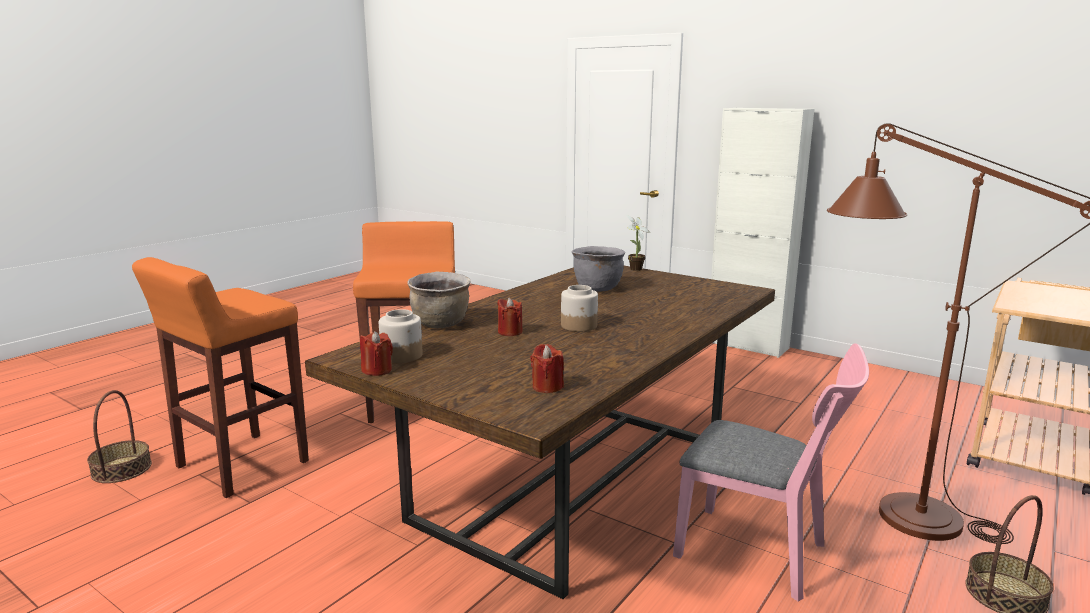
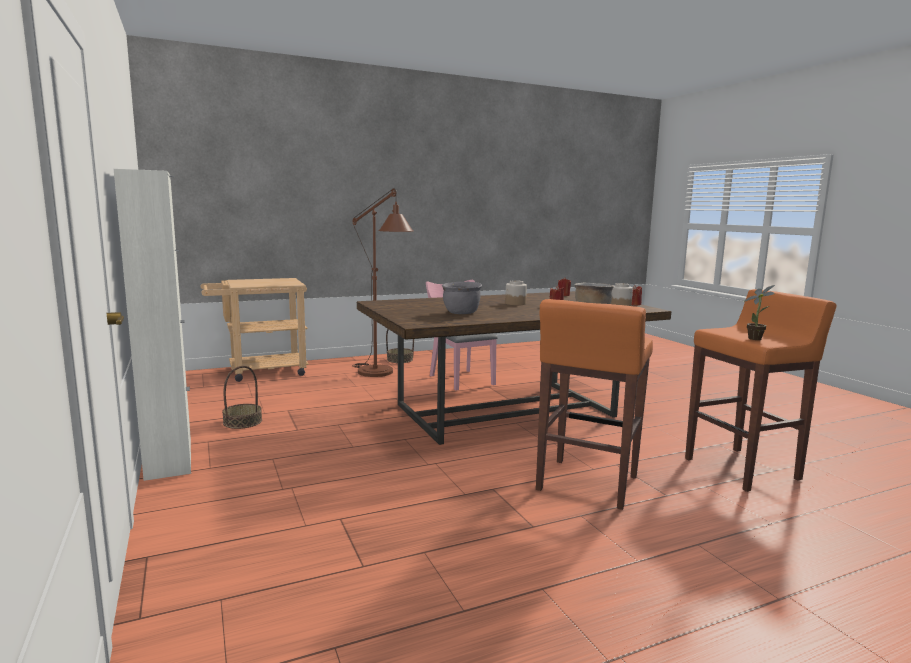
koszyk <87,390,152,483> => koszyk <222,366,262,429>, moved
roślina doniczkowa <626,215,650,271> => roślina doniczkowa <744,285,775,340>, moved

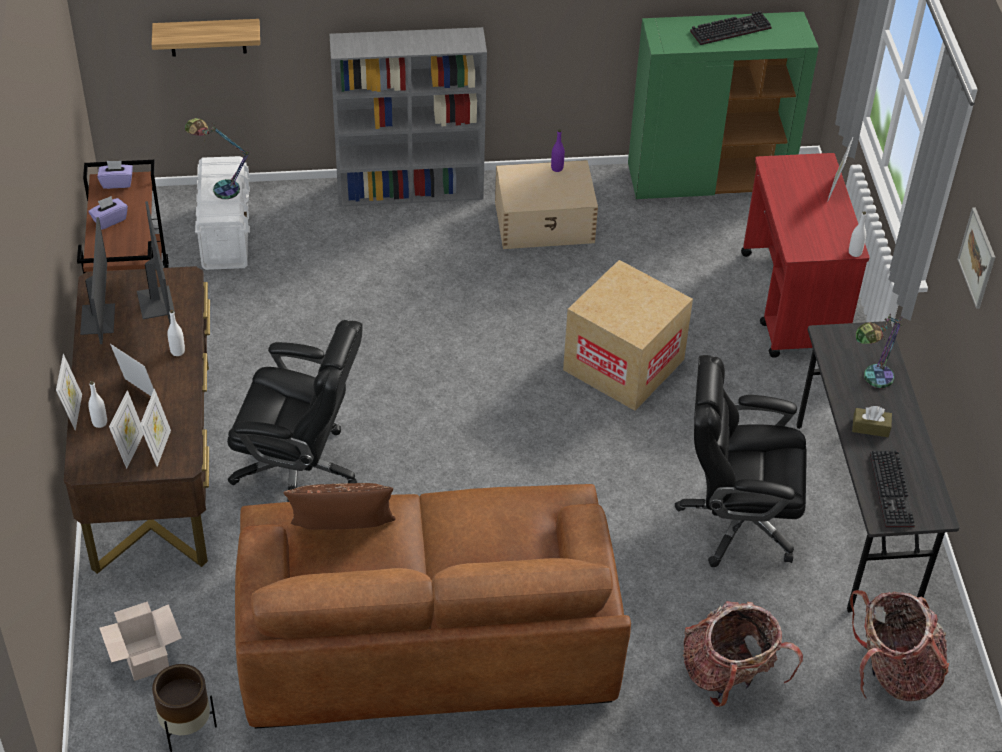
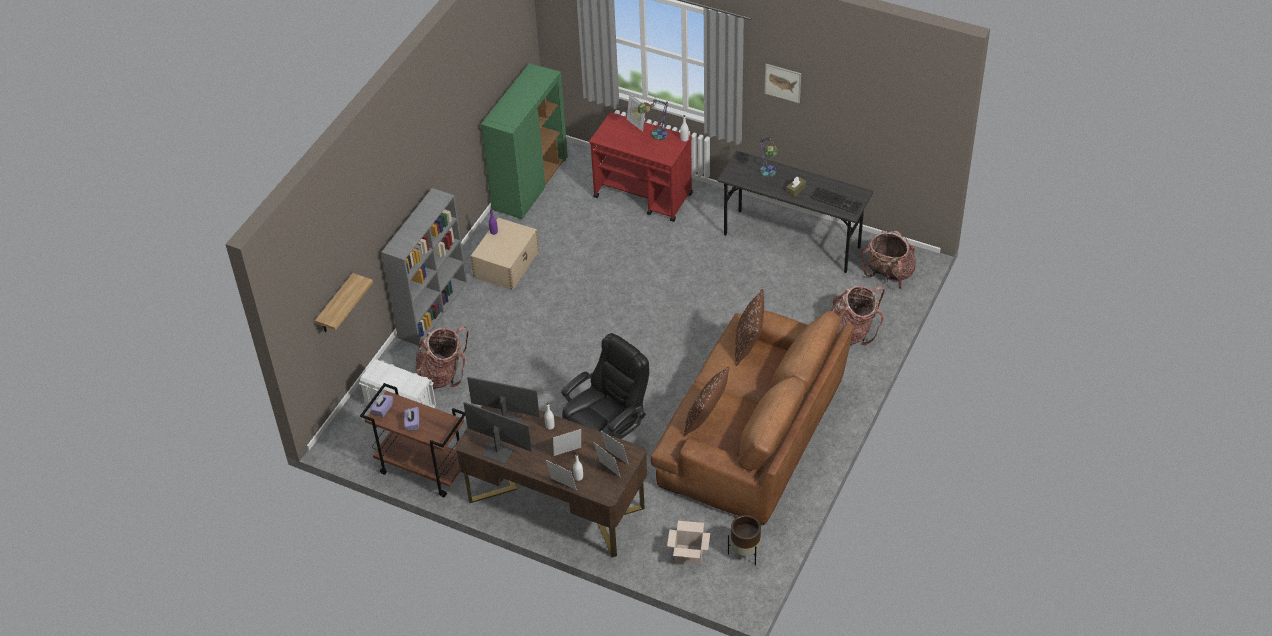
nothing => plecak <416,326,469,389>
lampa stołowa <185,118,250,199> => lampa stołowa <638,97,669,140>, moved
nothing => poduszka/brązowy <735,289,764,366>
karton <563,260,693,411> => nothing
krzesło biurowe/czarny <675,355,807,567> => nothing
klawiatura <690,11,772,45> => nothing

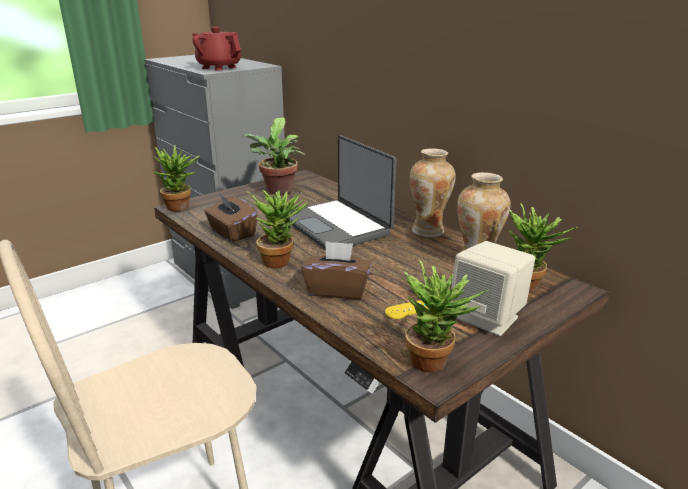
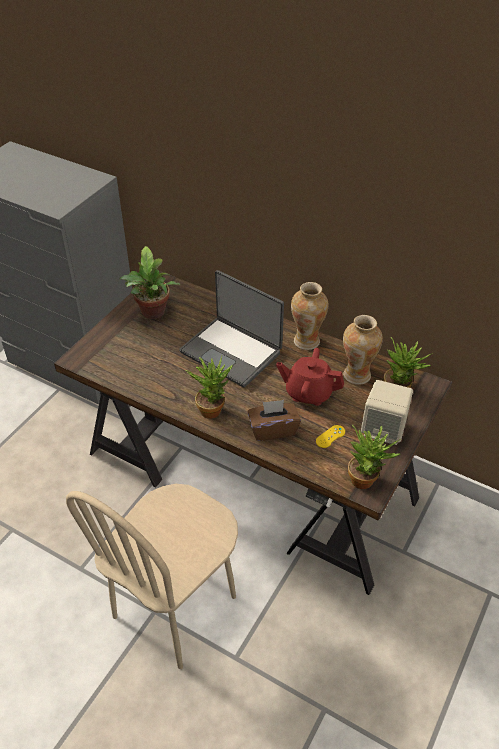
imbryk/czerwony <192,27,241,71> => imbryk/czerwony <276,348,344,406>, moved
roślina doniczkowa <152,145,201,211> => nothing
pudełko chusteczek/brązowy <204,193,258,242> => nothing

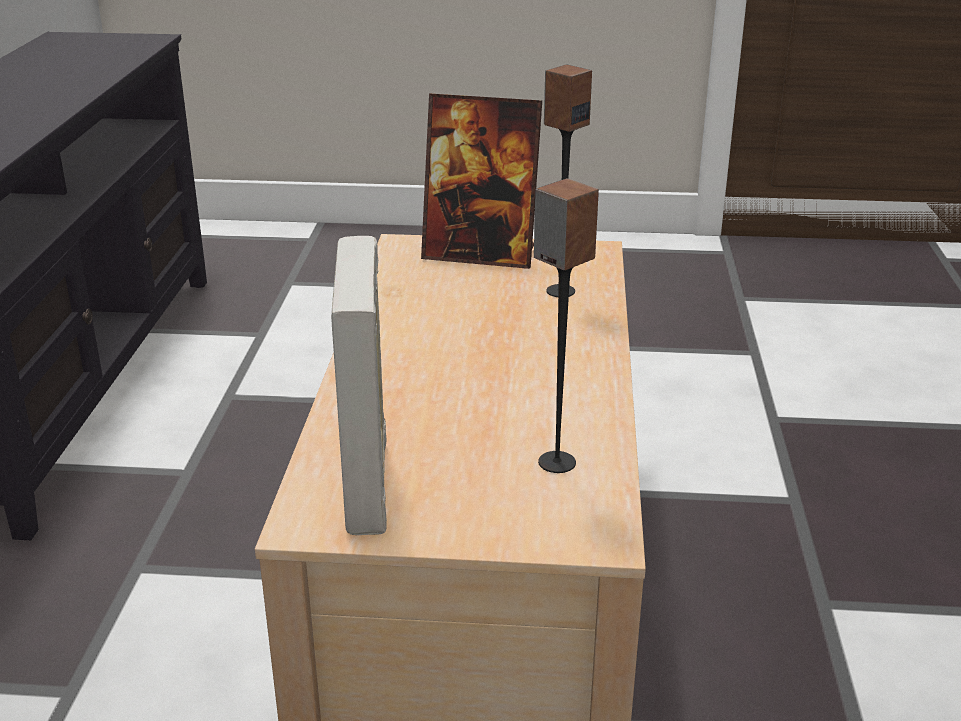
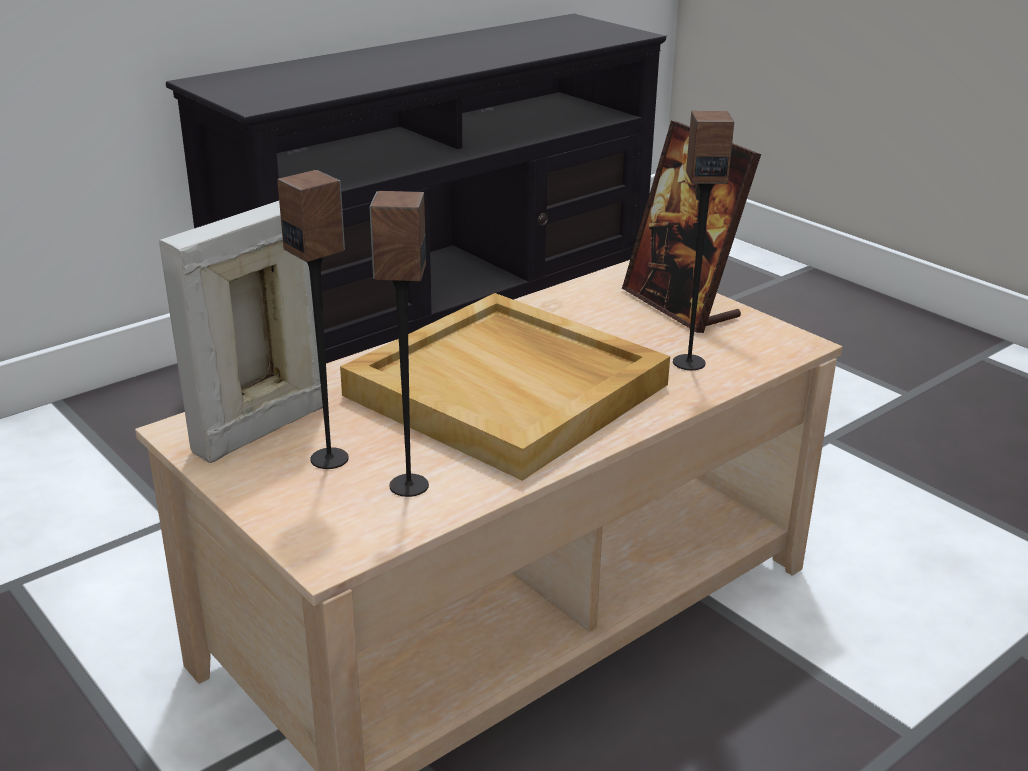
nothing => głośnik <277,170,349,469>
nothing => taca/beżowy <340,293,670,481>

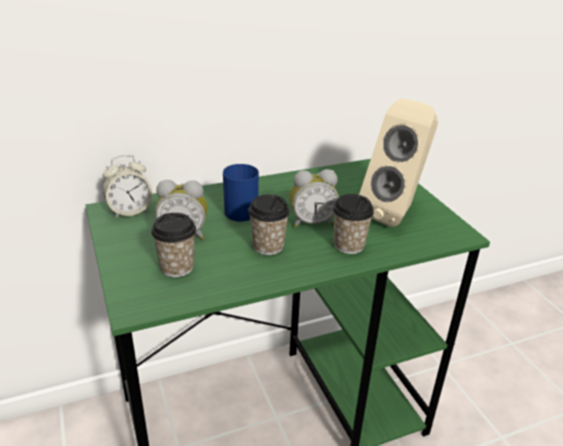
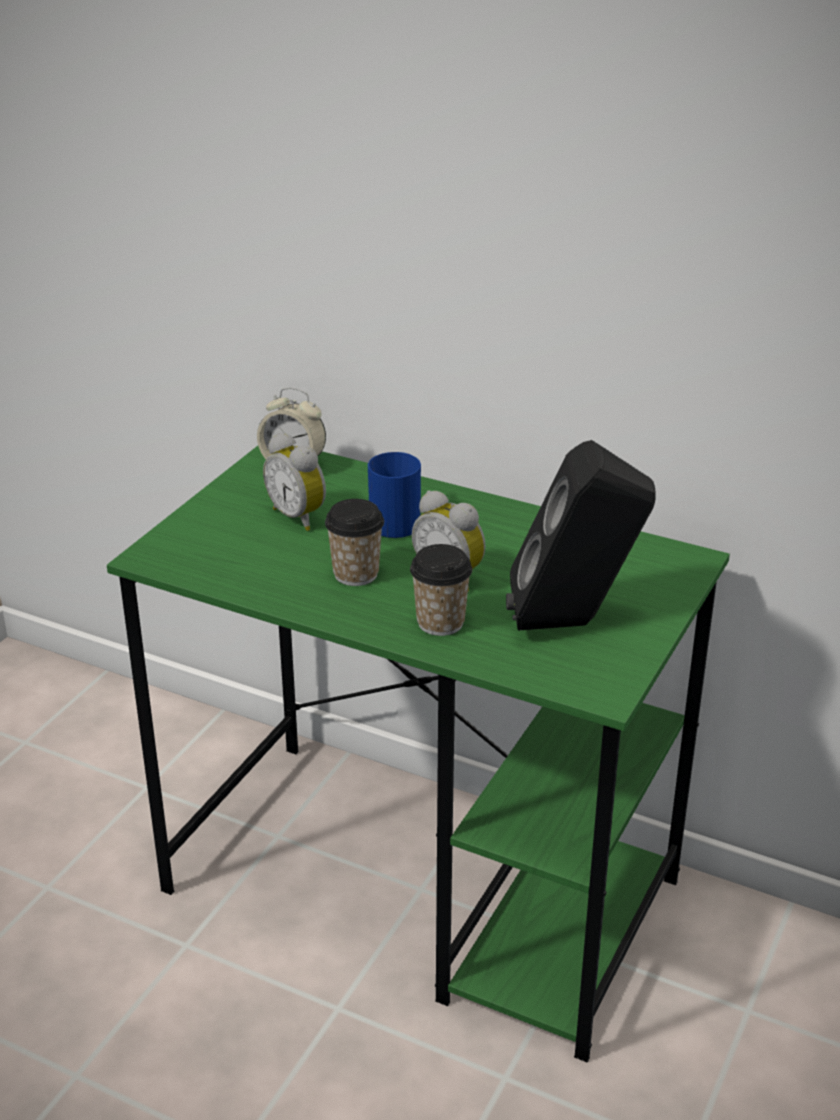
głośnik/beżowy <359,98,438,227> => głośnik/czarny <506,440,656,630>
filiżanka <151,213,196,277> => nothing

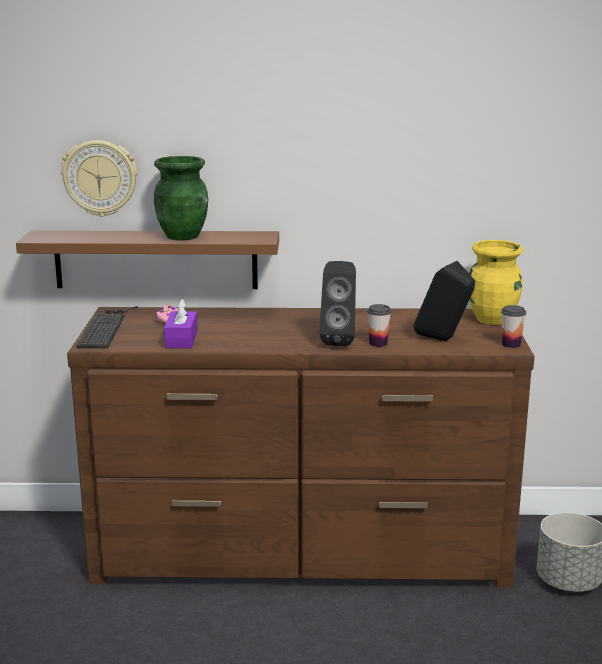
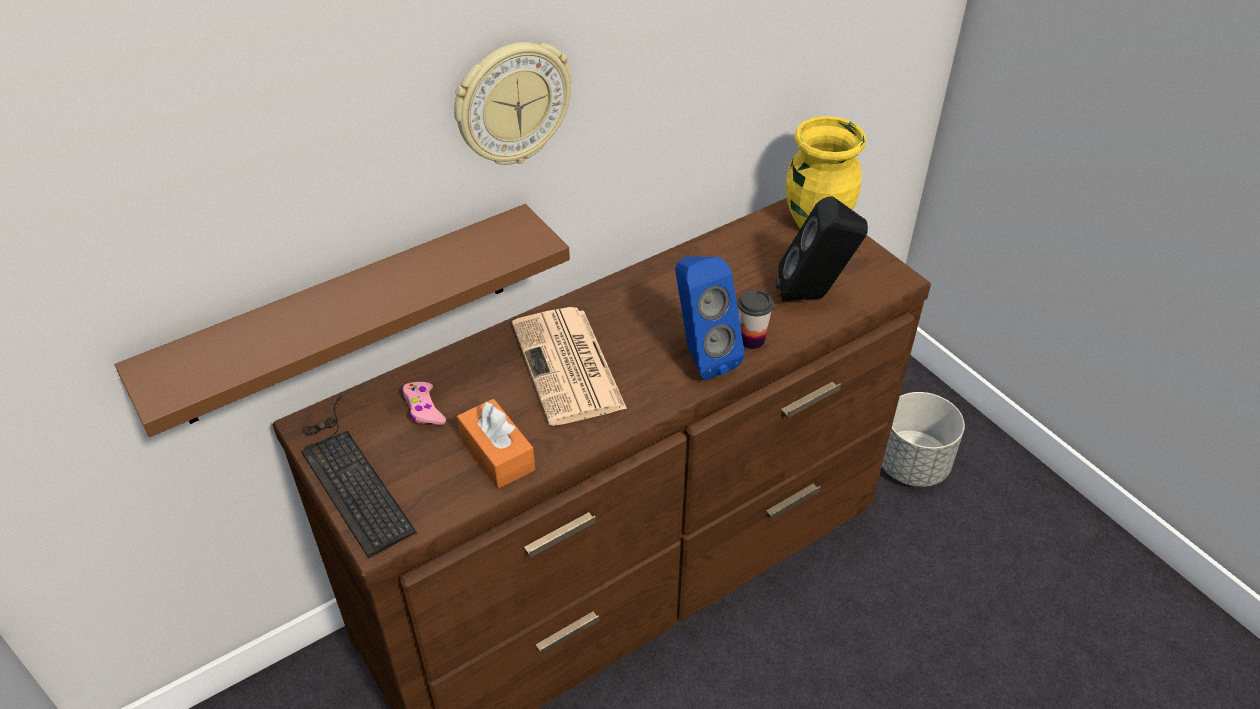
zegar ścienny <61,140,137,217> => zegar ścienny <454,42,572,165>, moved
pudełko chusteczek/fioletowy <164,299,198,348> => pudełko chusteczek/pomarańczowy <457,399,535,489>
nothing => gazeta <512,307,627,426>
głośnik/czarny <319,261,356,346> => głośnik/niebieski <675,256,745,380>
wazon/zielony <154,156,208,240> => nothing
filiżanka <501,305,526,348> => nothing

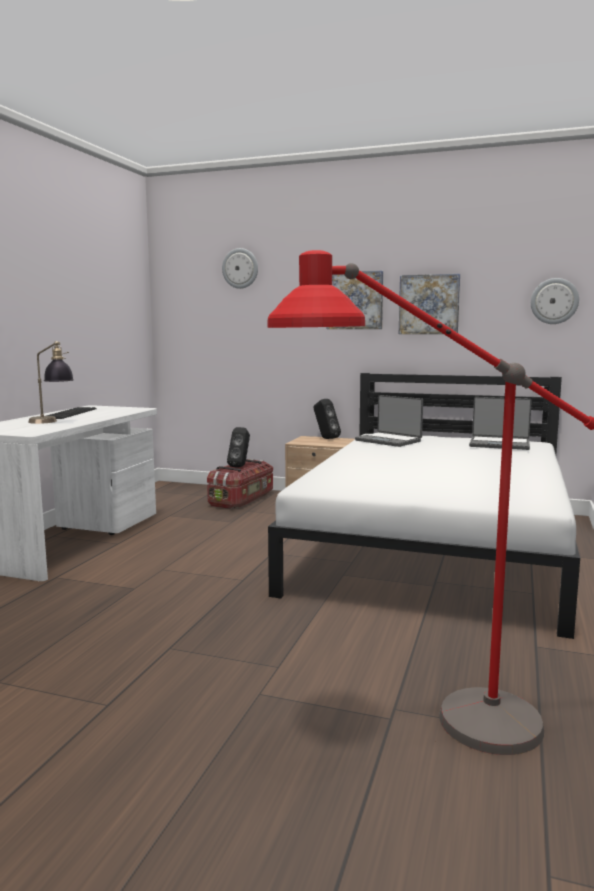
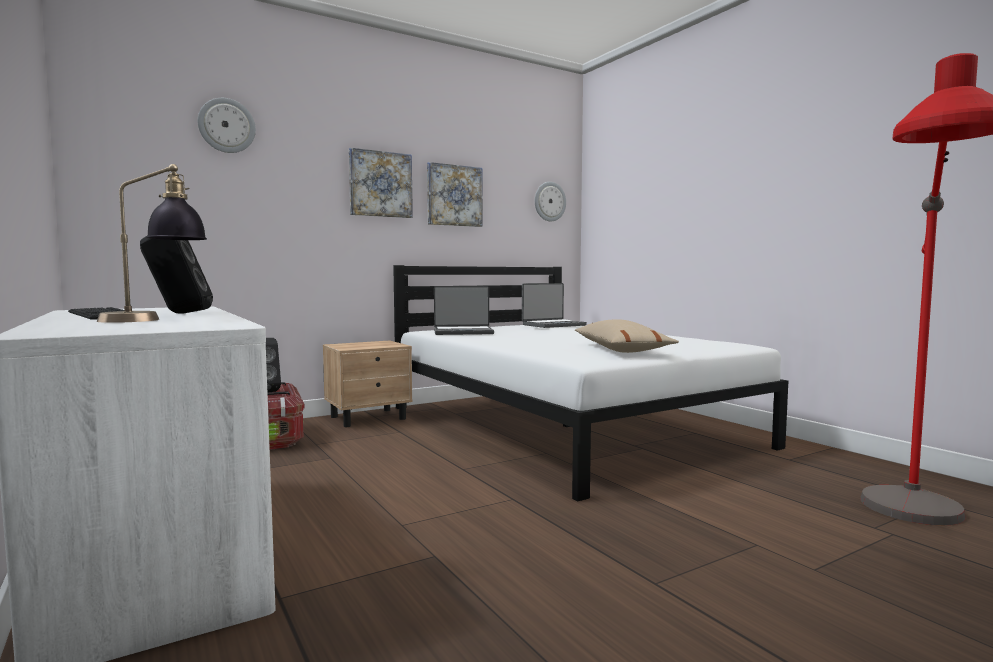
głośnik/czarny <313,399,341,439> => głośnik/czarny <140,235,213,313>, moved
nothing => poduszka/beżowy <575,319,679,353>

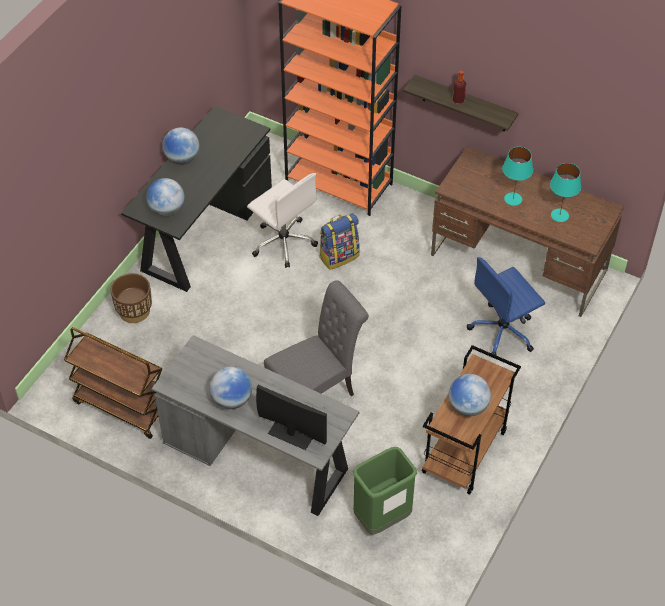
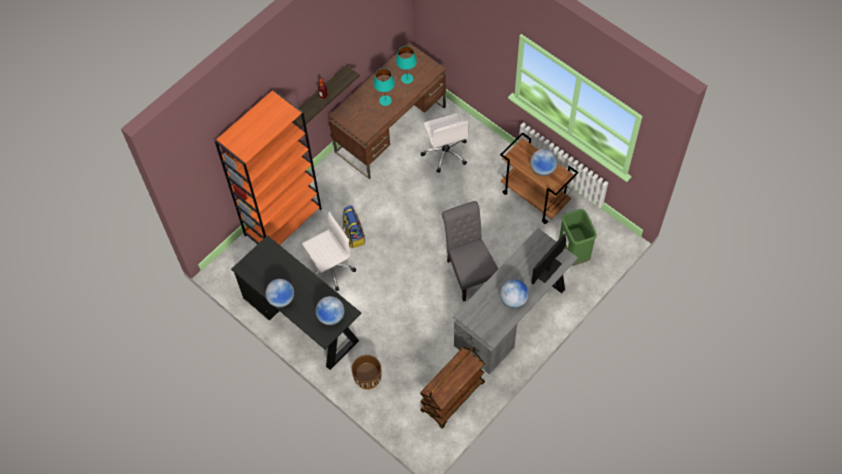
krzesło biurowe/niebieski <467,257,545,355> => krzesło biurowe/biały <421,113,469,173>

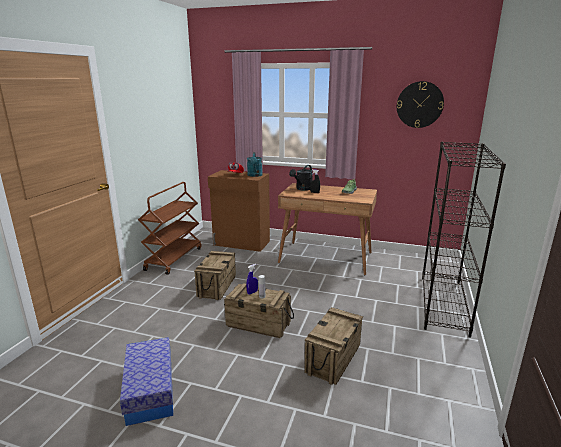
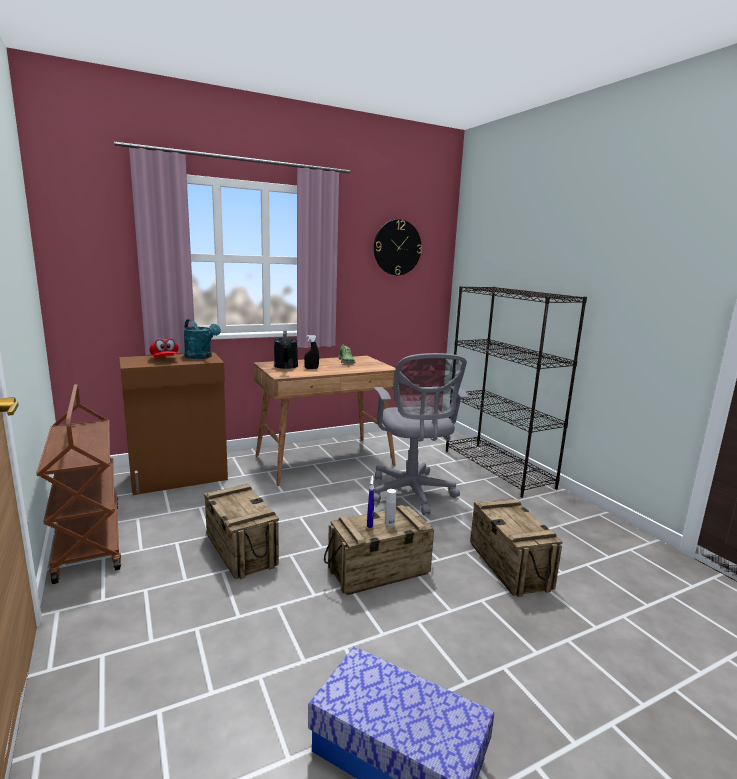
nothing => krzesło biurowe/szary <374,353,469,515>

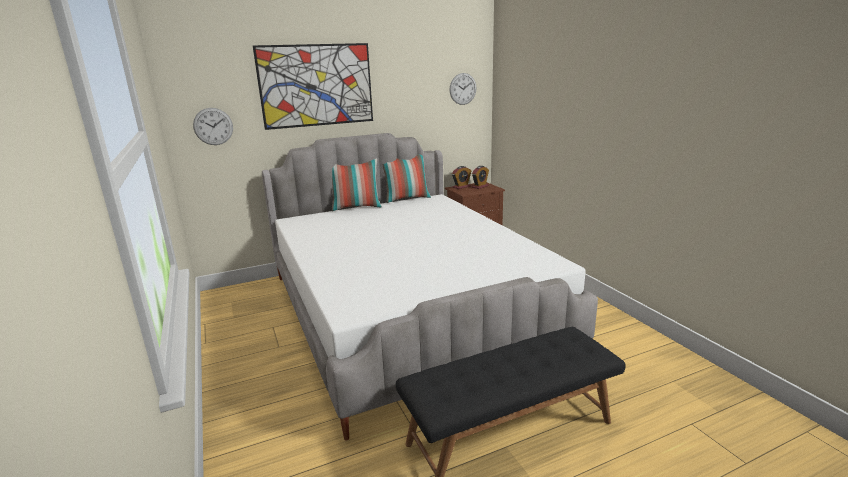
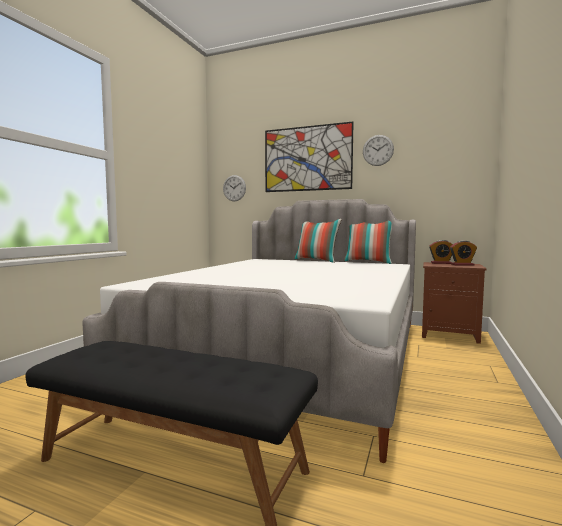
zegar ścienny <450,73,477,105> => zegar ścienny <363,135,394,166>, moved

